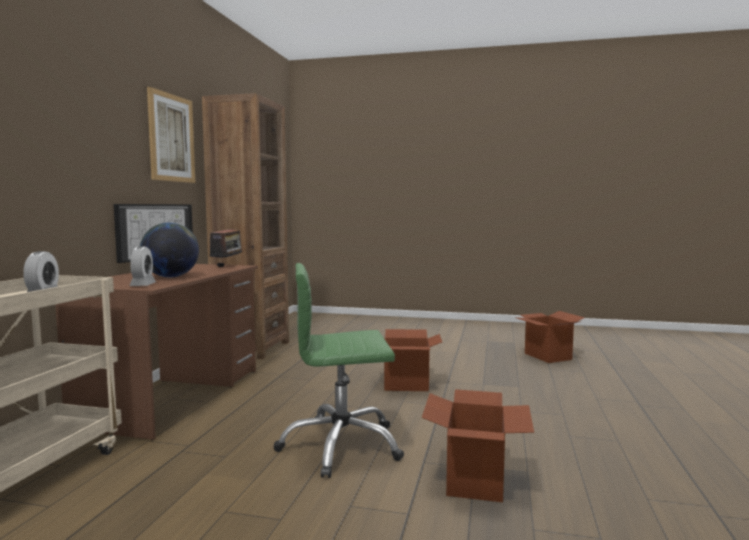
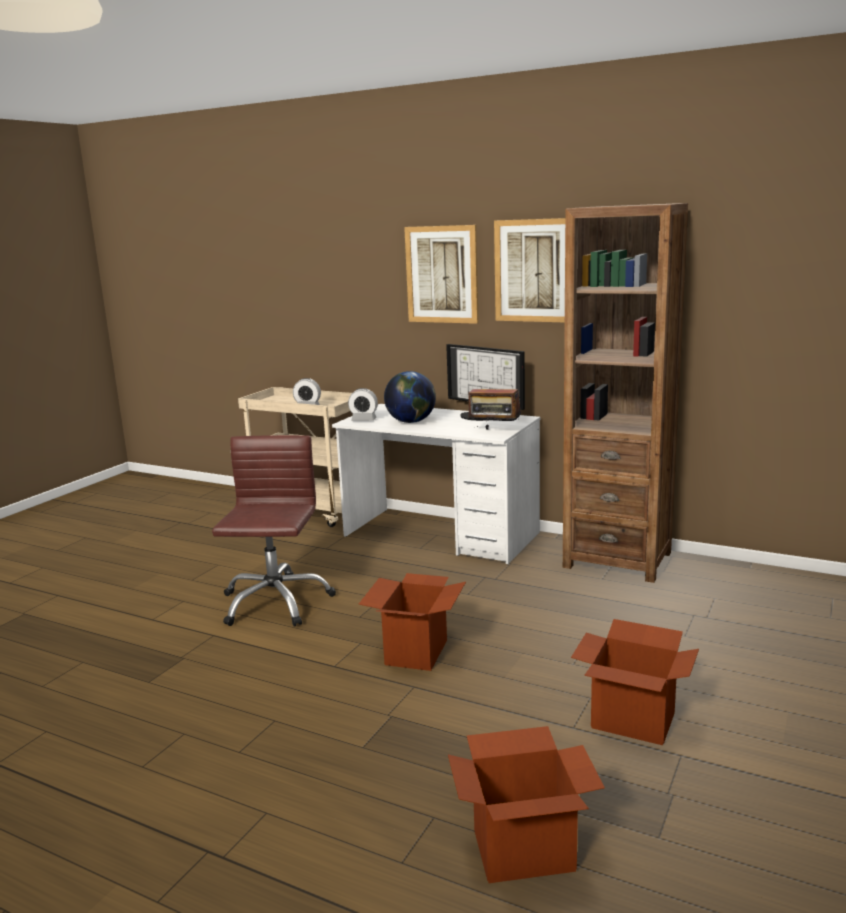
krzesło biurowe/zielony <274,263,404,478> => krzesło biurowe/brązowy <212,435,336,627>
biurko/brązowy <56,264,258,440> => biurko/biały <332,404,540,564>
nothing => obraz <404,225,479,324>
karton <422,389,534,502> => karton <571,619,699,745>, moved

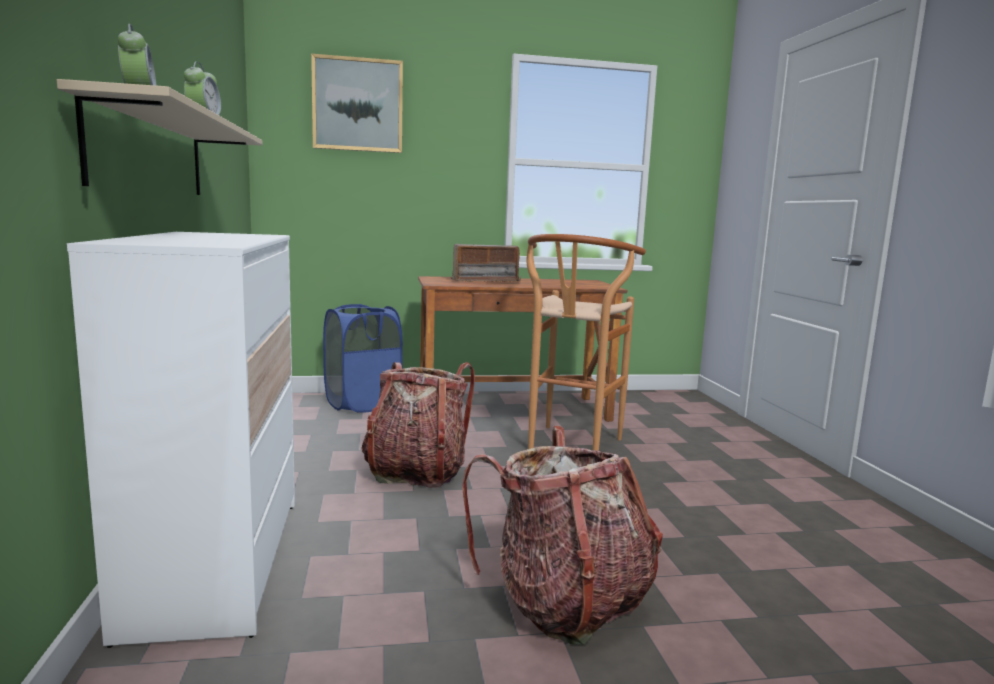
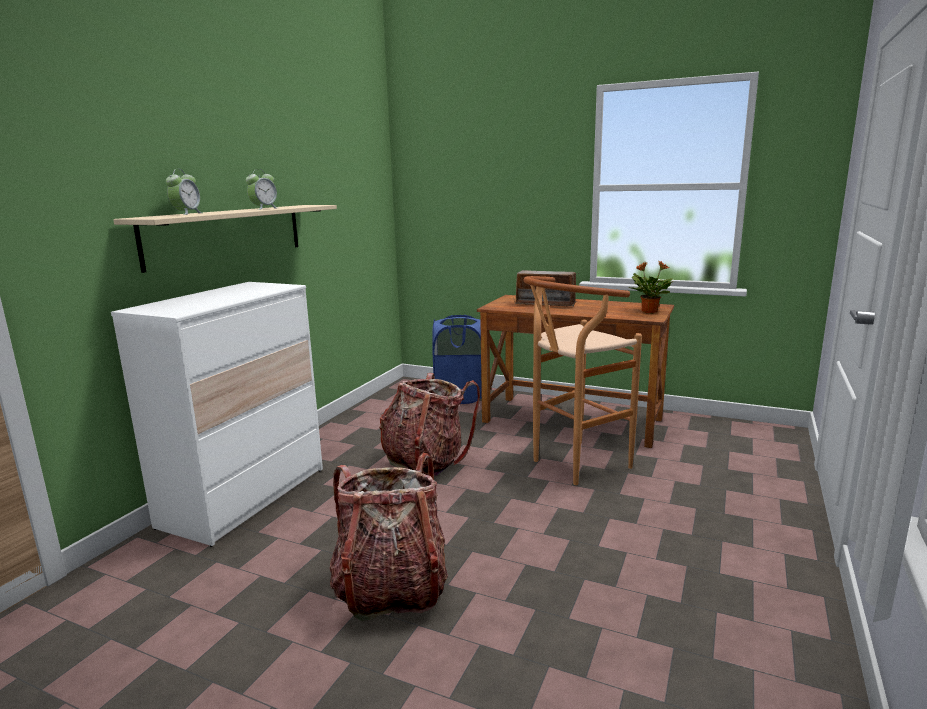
nothing => roślina doniczkowa <629,261,673,313>
obraz <311,54,403,153> => nothing

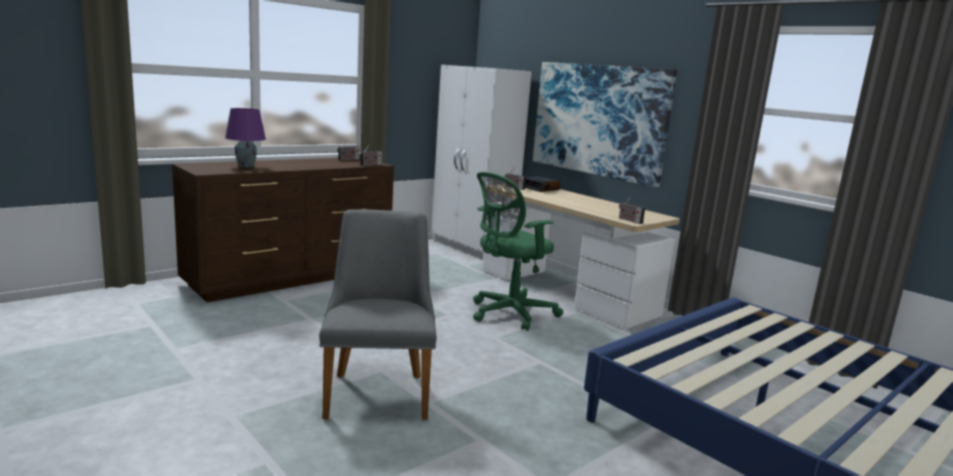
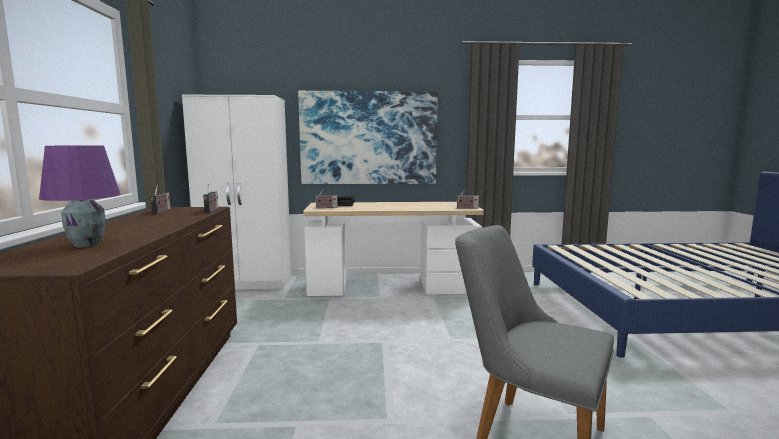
krzesło biurowe/zielony <473,172,563,331> => nothing

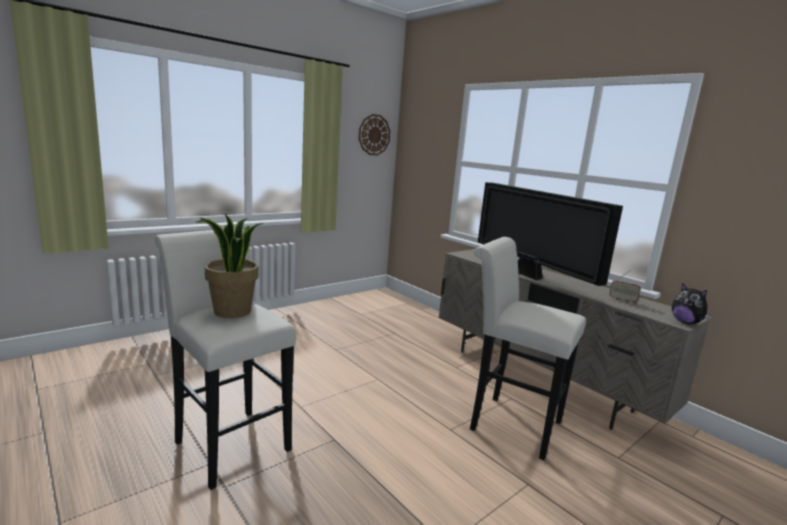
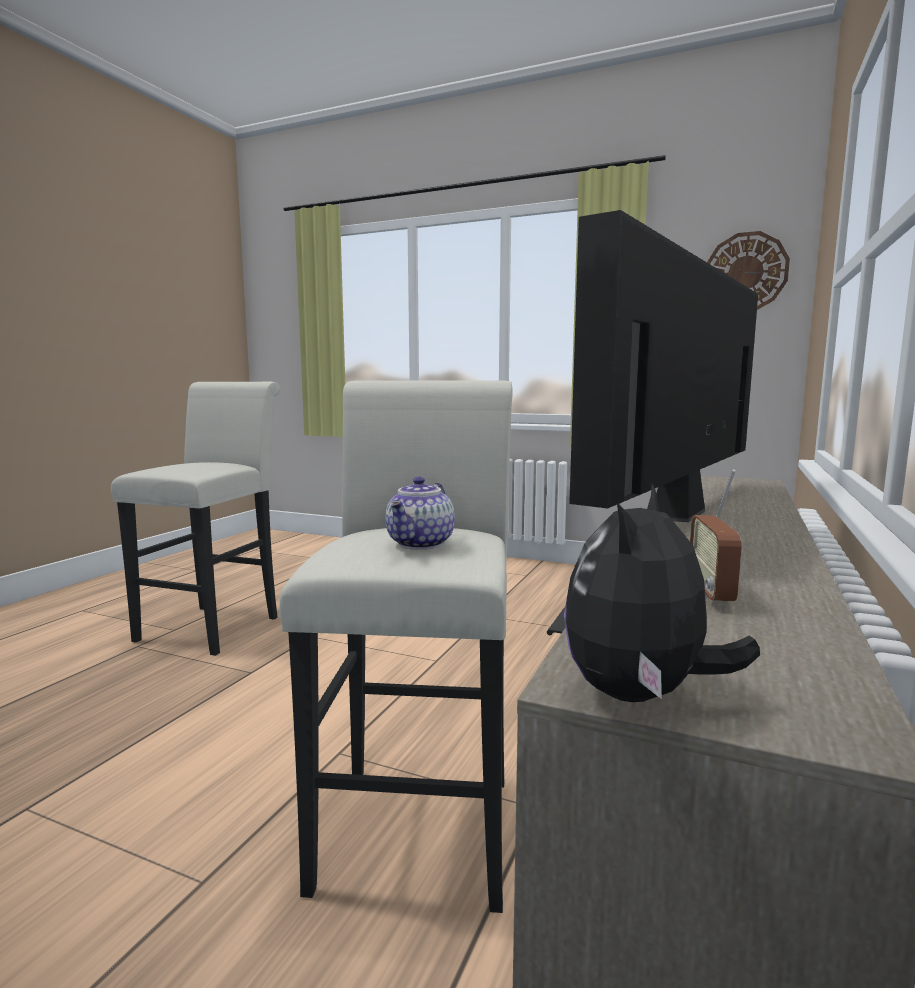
nothing => imbryk <386,477,455,550>
roślina doniczkowa <196,214,263,318> => nothing

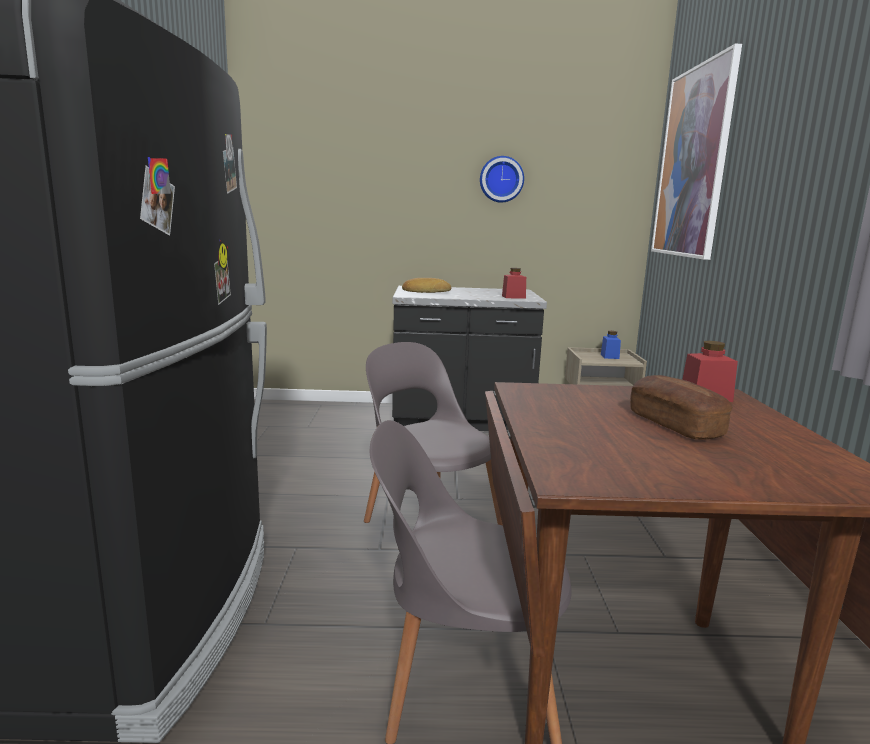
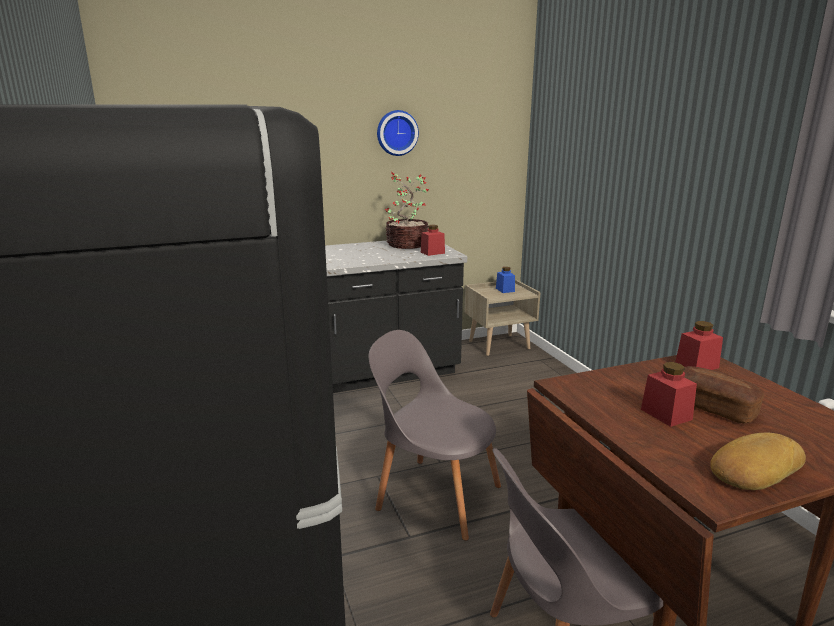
nothing => roślina doniczkowa <385,172,429,249>
nothing => słoik/czerwony <641,362,697,427>
chleb <402,278,451,293> => chleb <710,433,806,490>, moved
obraz <651,44,742,260> => nothing

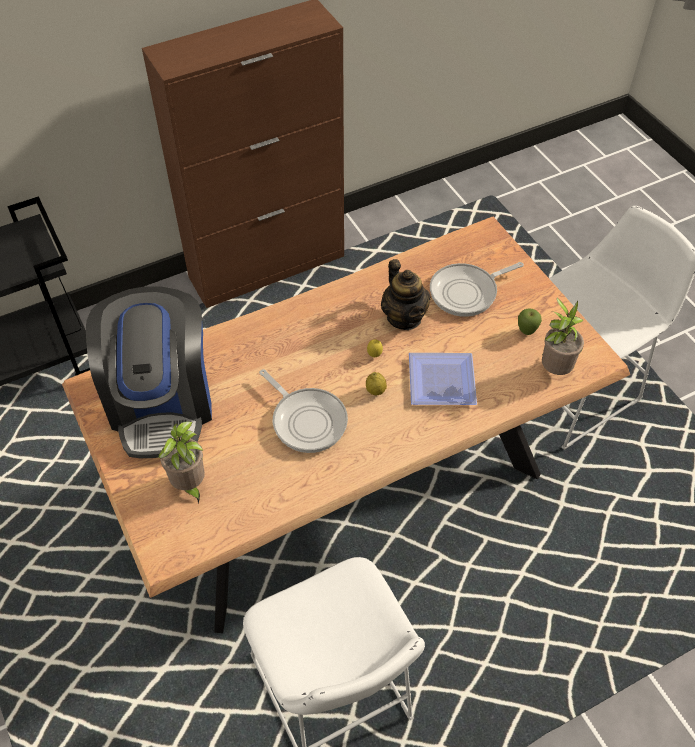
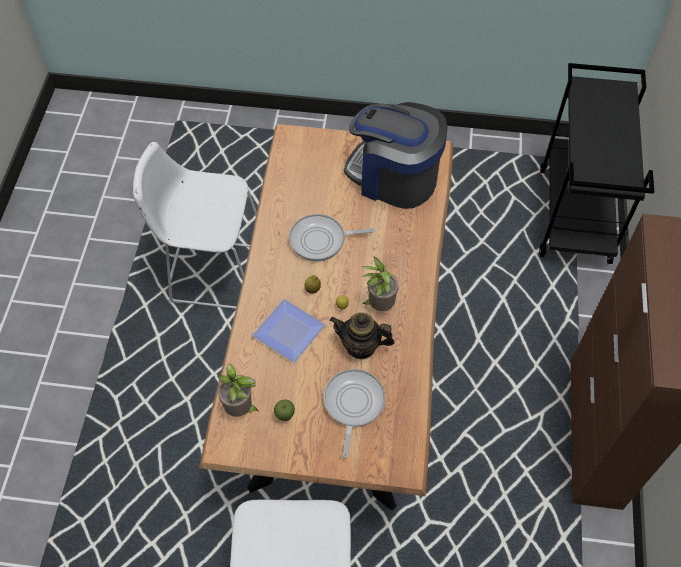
roślina doniczkowa <158,421,205,504> => roślina doniczkowa <362,257,399,311>, moved

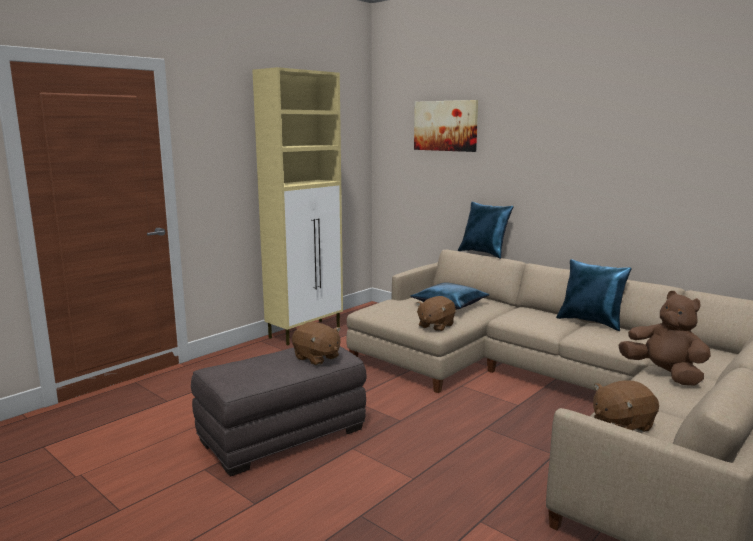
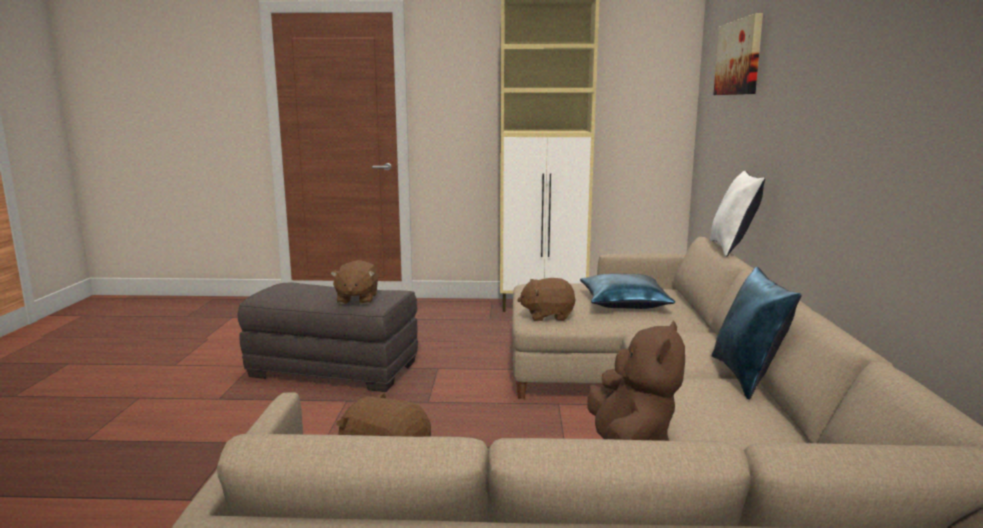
poduszka/niebieski <458,202,514,259> => poduszka/biały <710,170,765,257>

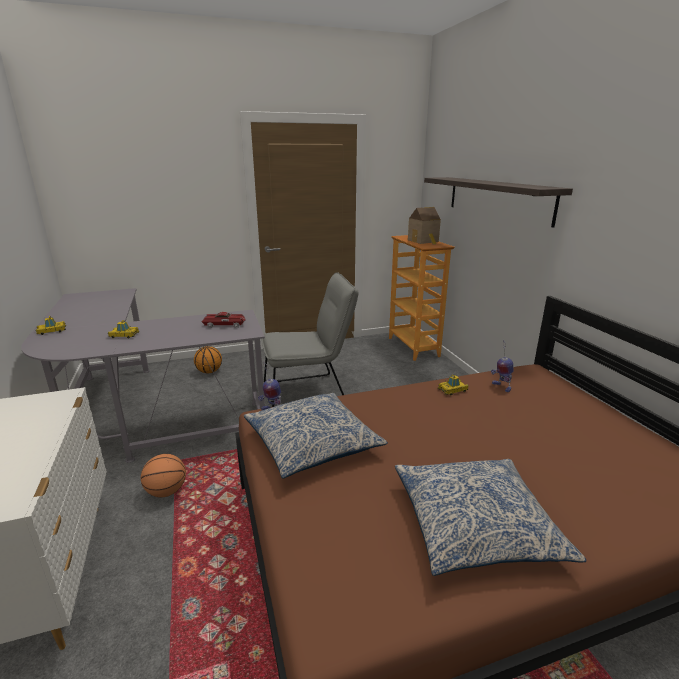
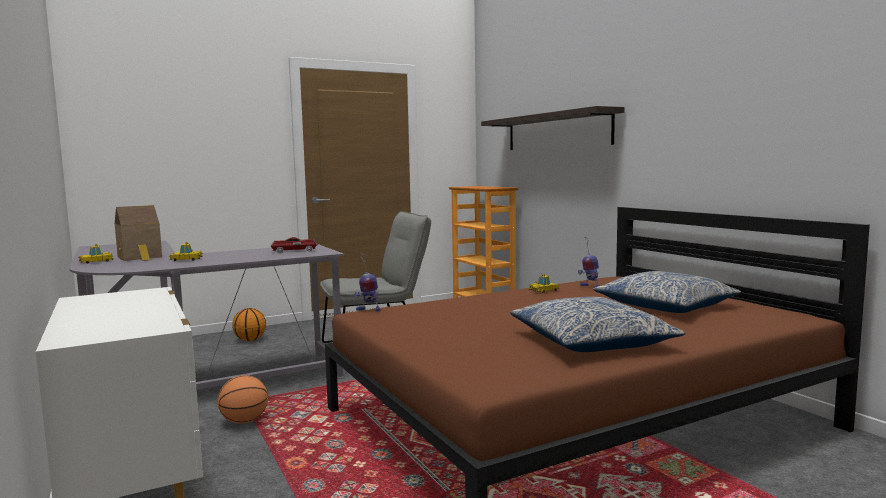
domek <408,207,441,244> => domek <115,205,162,261>, moved
poduszka <244,393,388,478> => poduszka <593,271,741,313>, moved

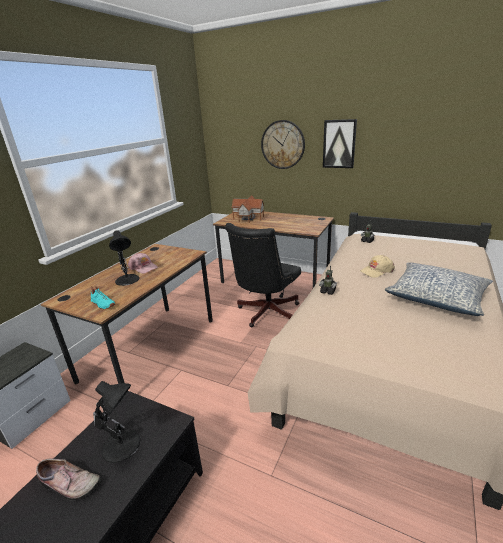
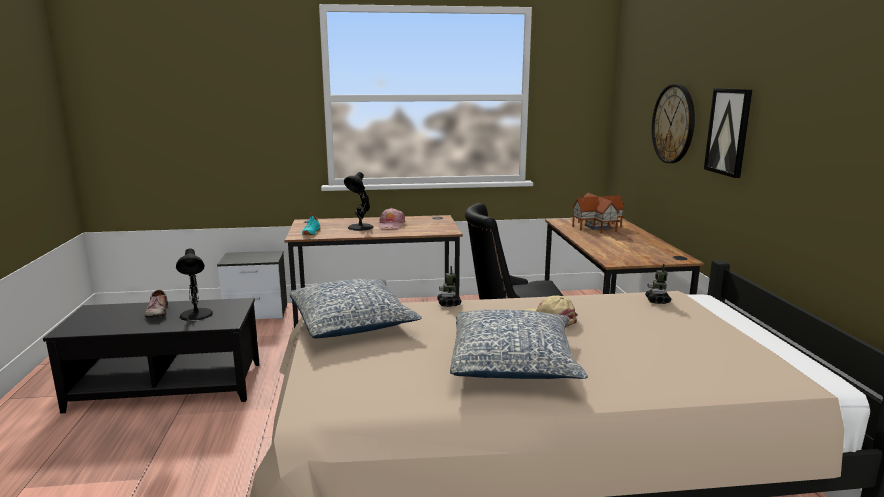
nothing => poduszka <290,278,422,338>

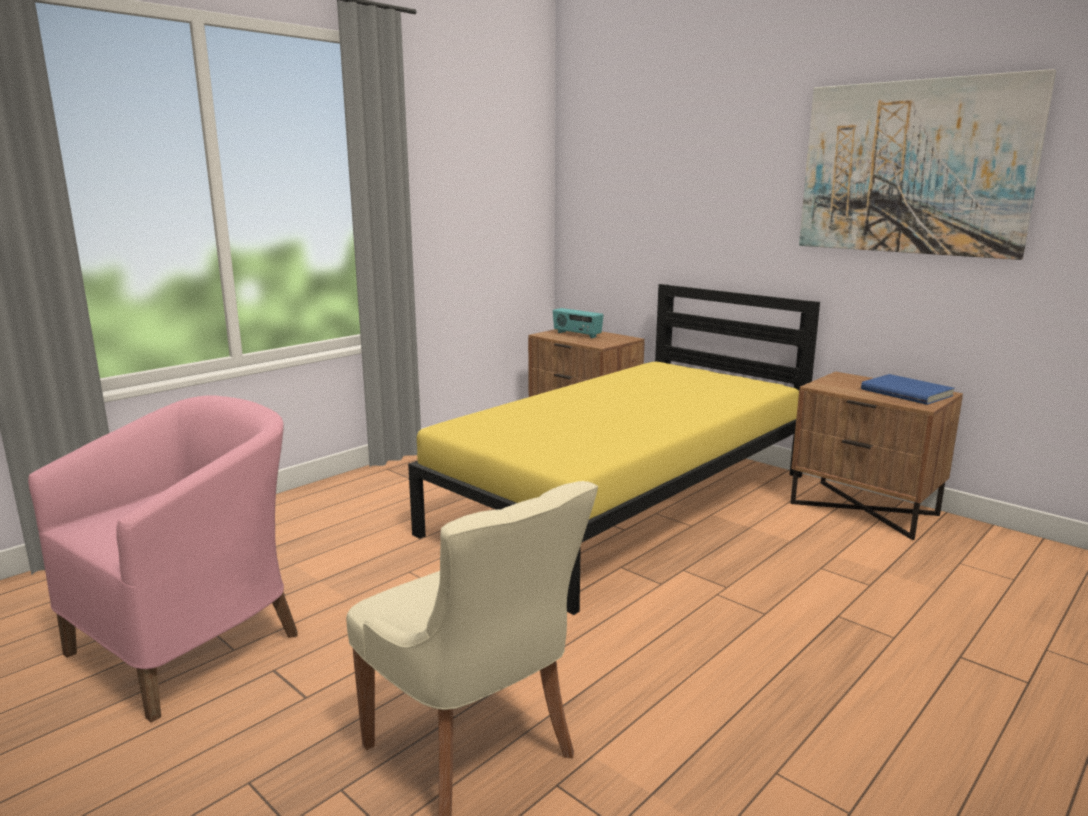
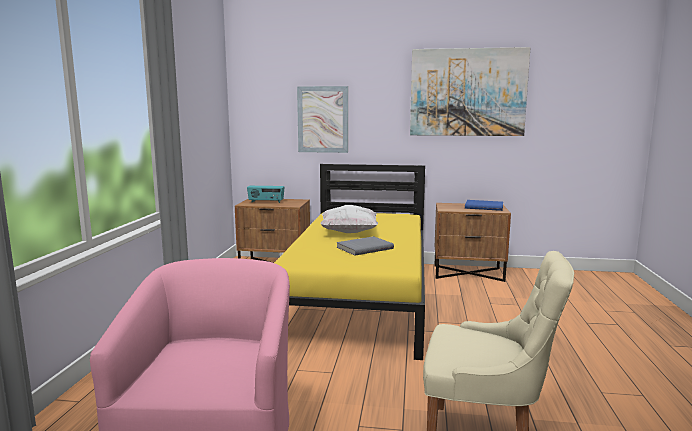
nothing => obraz <297,86,348,153>
nothing => poduszka/biały <321,205,378,233>
nothing => książka/szary <337,236,394,256>

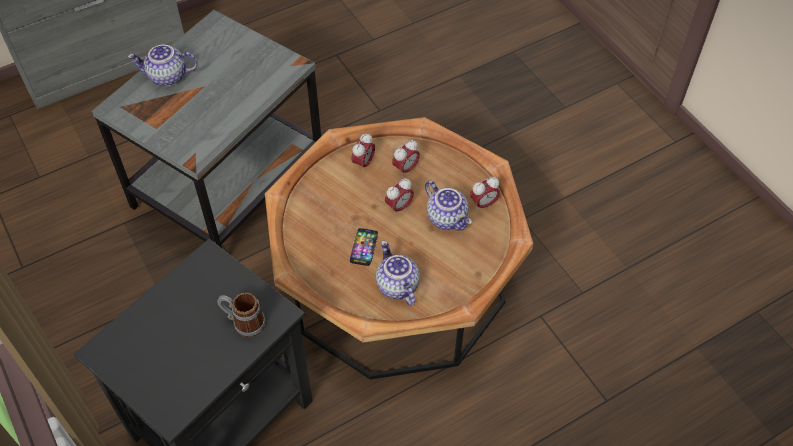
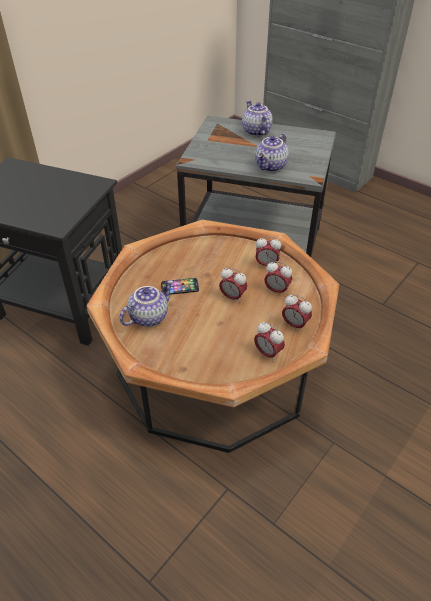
imbryk <425,180,472,231> => imbryk <255,133,289,172>, moved
nothing => budzik <282,294,312,332>
kubek <217,293,266,337> => nothing

